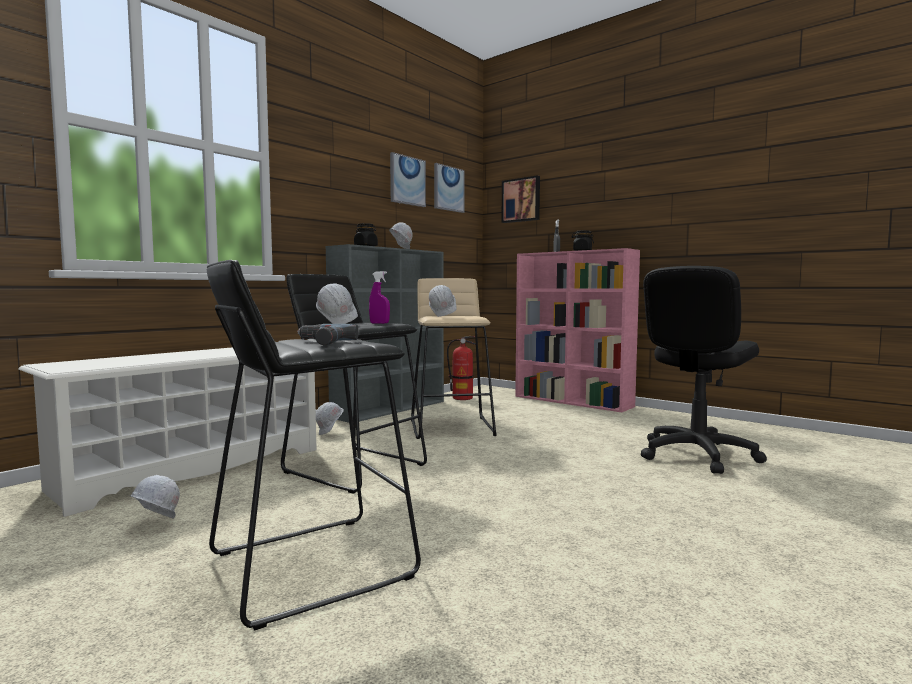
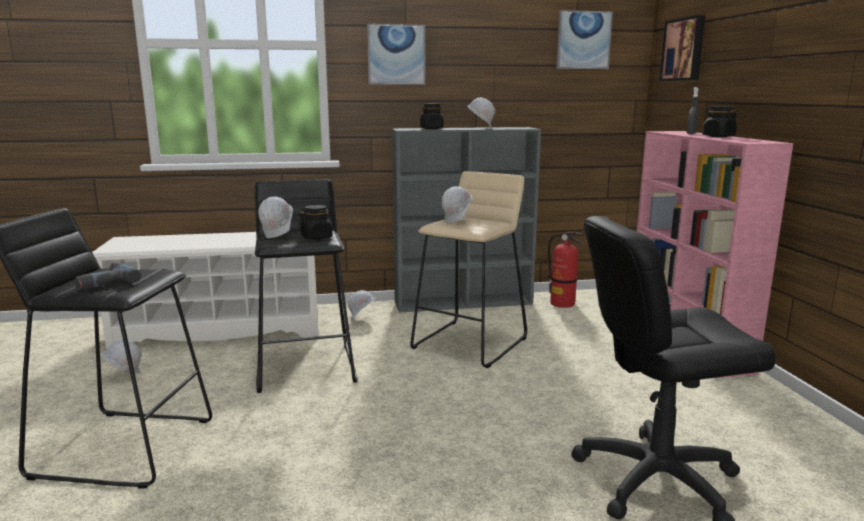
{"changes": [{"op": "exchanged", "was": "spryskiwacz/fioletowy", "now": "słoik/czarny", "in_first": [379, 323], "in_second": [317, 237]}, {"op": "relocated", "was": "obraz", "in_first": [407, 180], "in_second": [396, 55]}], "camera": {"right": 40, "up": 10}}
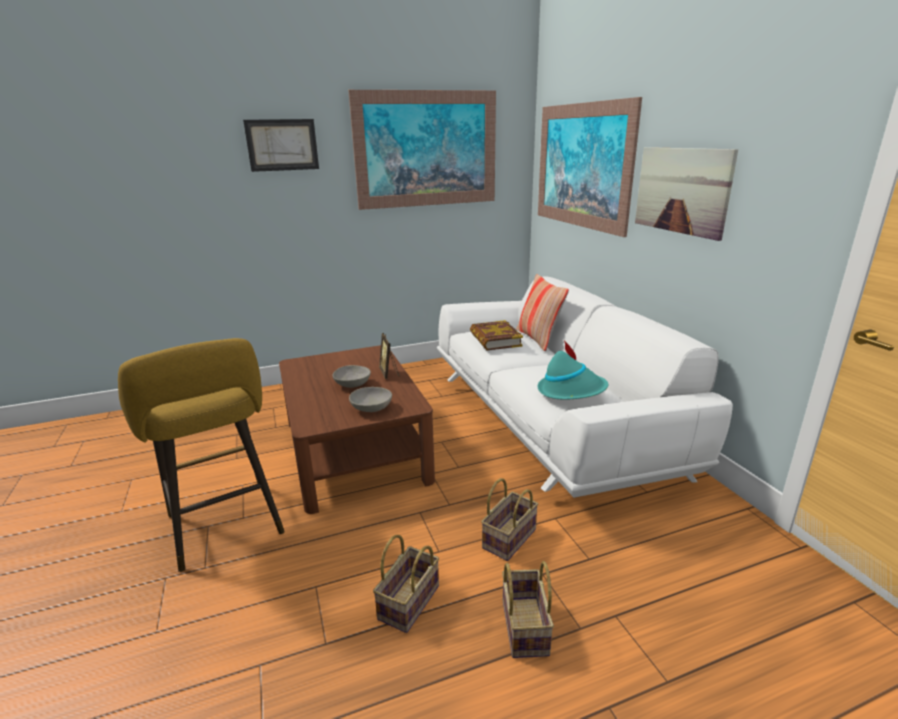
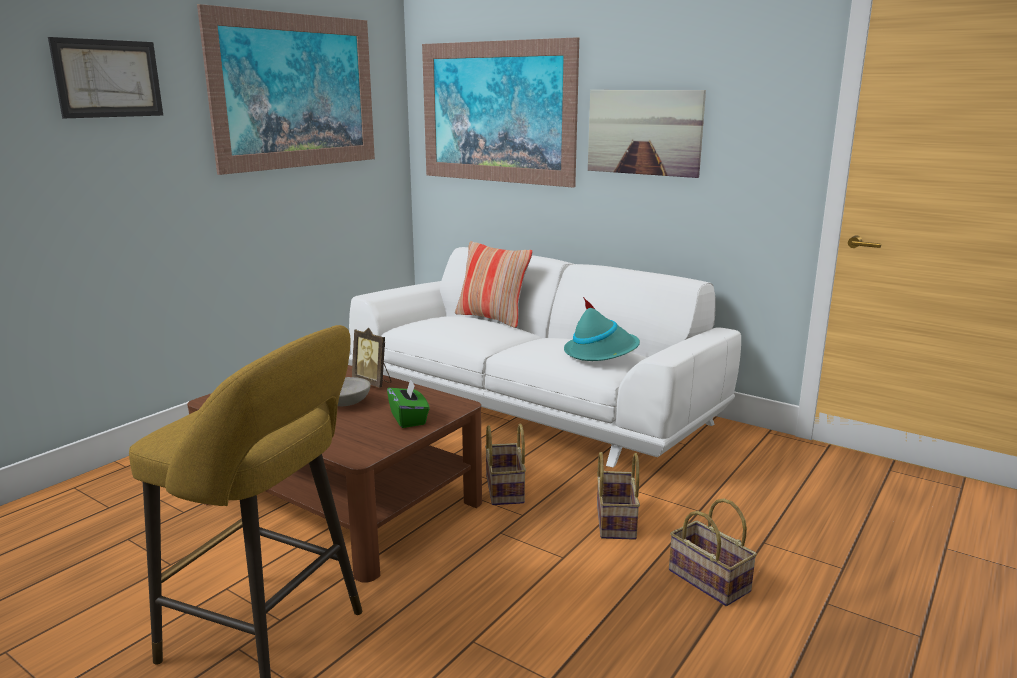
{"changes": [{"op": "exchanged", "was": "miska/szary", "now": "pudełko chusteczek/zielony", "in_first": [371, 408], "in_second": [409, 419]}, {"op": "relocated", "was": "koszyk", "in_first": [409, 604], "in_second": [506, 490]}, {"op": "missing", "was": "książka", "in_first": [495, 340]}], "camera": {"right": -35, "up": -5}}
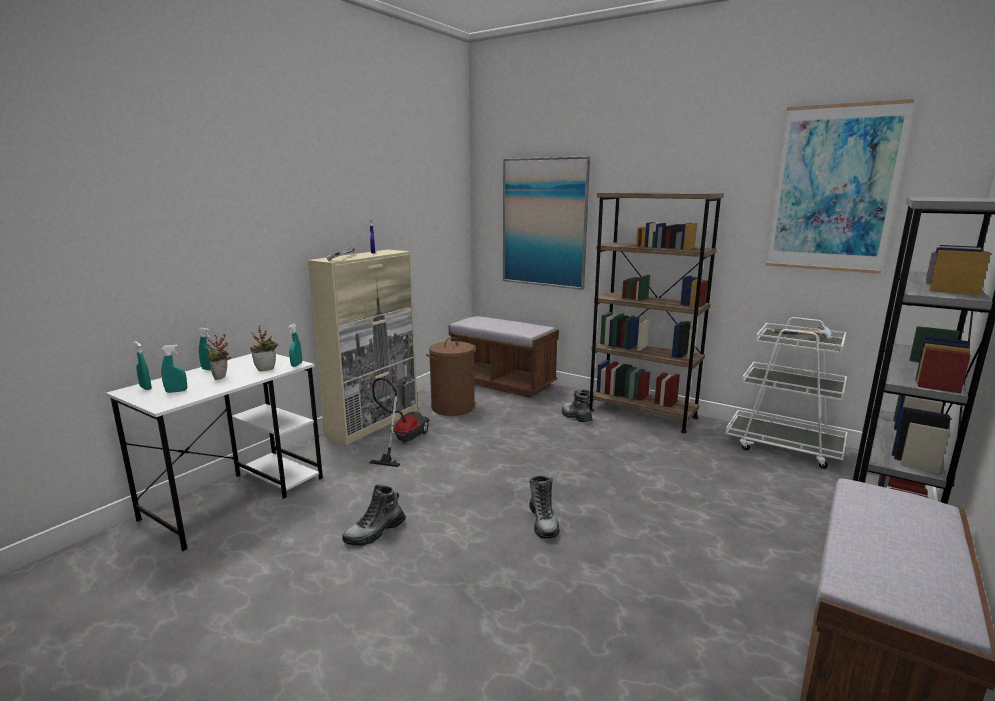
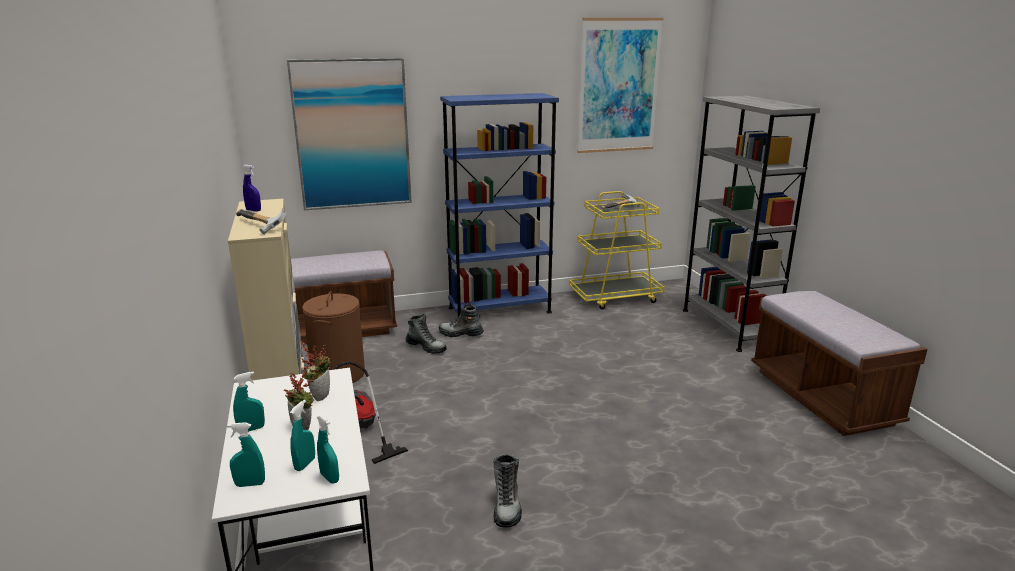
{"changes": [{"op": "relocated", "was": "spryskiwacz/turkusowy", "in_first": [296, 365], "in_second": [329, 478]}, {"op": "relocated", "was": "but z cholewką", "in_first": [543, 522], "in_second": [426, 347]}, {"op": "colour", "was": "regał/brązowy", "now": "regał/niebieski", "in_first": [642, 414], "in_second": [499, 310]}, {"op": "colour", "was": "wózek/biały", "now": "wózek/żółty", "in_first": [784, 447], "in_second": [615, 297]}], "camera": {"right": -50, "up": 5}}
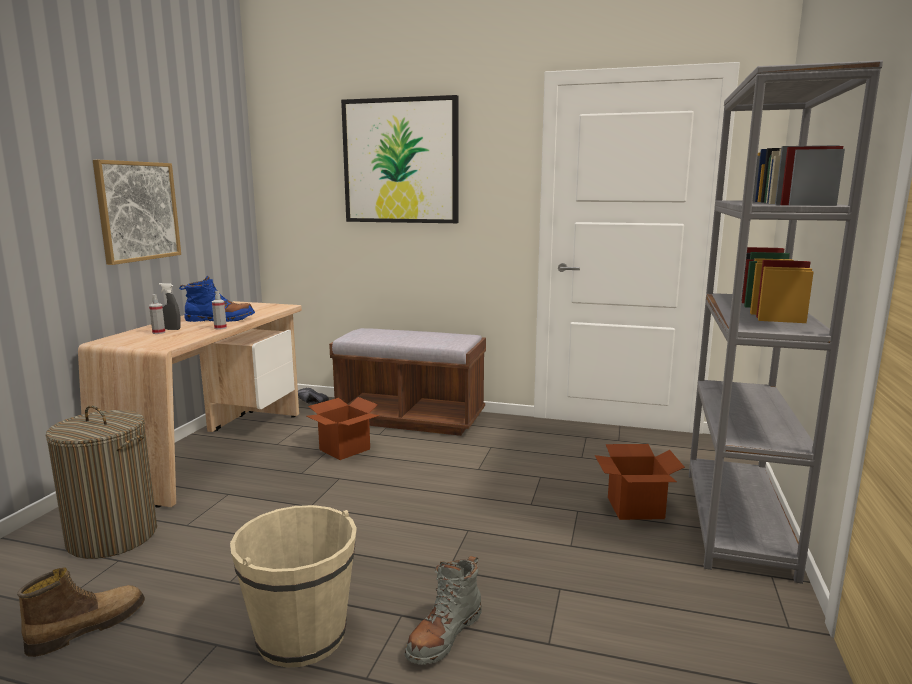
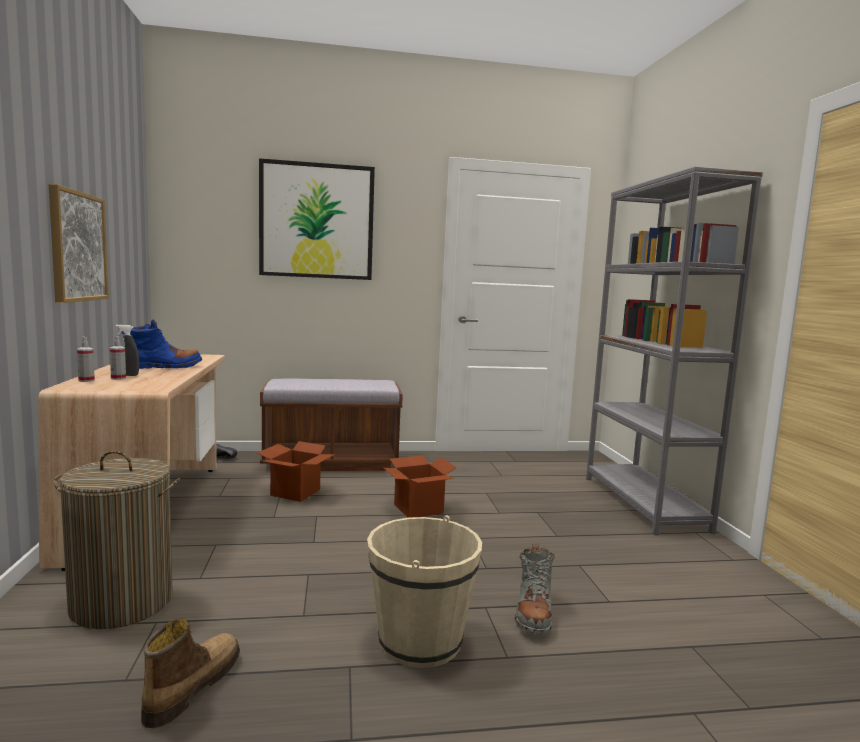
{"changes": [{"op": "relocated", "was": "spryskiwacz", "in_first": [220, 328], "in_second": [86, 380]}, {"op": "relocated", "was": "karton", "in_first": [635, 508], "in_second": [418, 509]}], "camera": {"right": -25, "up": -5}}
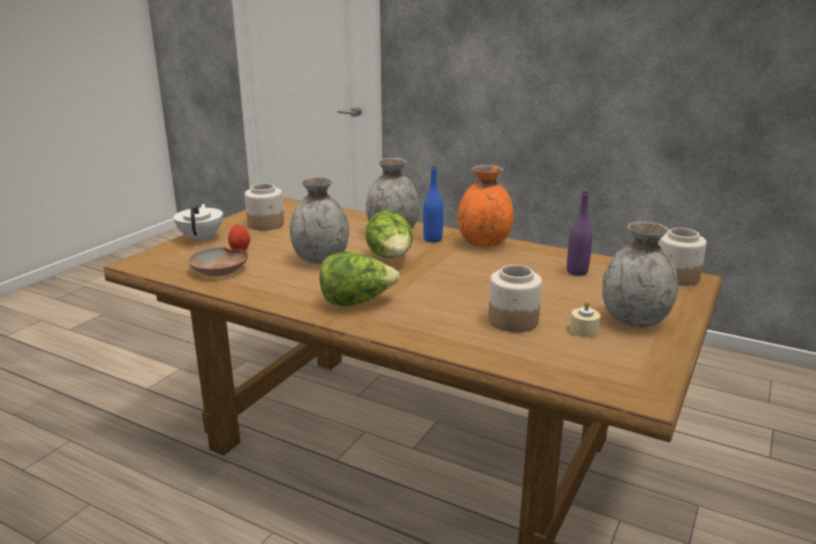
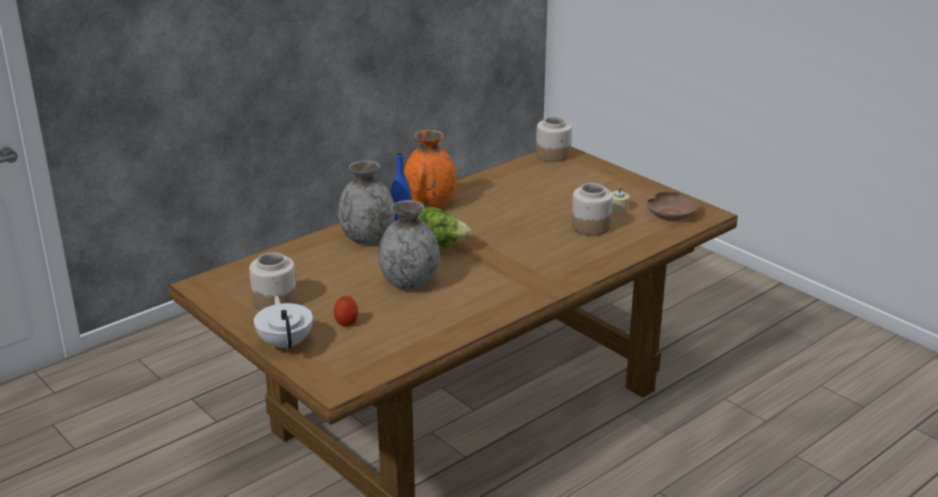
{"changes": [{"op": "spun", "was": "imbryk/biały", "in_first": [201, 238], "in_second": [286, 343], "clockwise": 60}, {"op": "relocated", "was": "miska/brązowy", "in_first": [220, 270], "in_second": [672, 213]}, {"op": "missing", "was": "sałata", "in_first": [357, 302]}, {"op": "missing", "was": "butelka/fioletowy", "in_first": [577, 272]}, {"op": "missing", "was": "wazon/szary", "in_first": [635, 320]}], "camera": {"right": -70, "up": 5}}
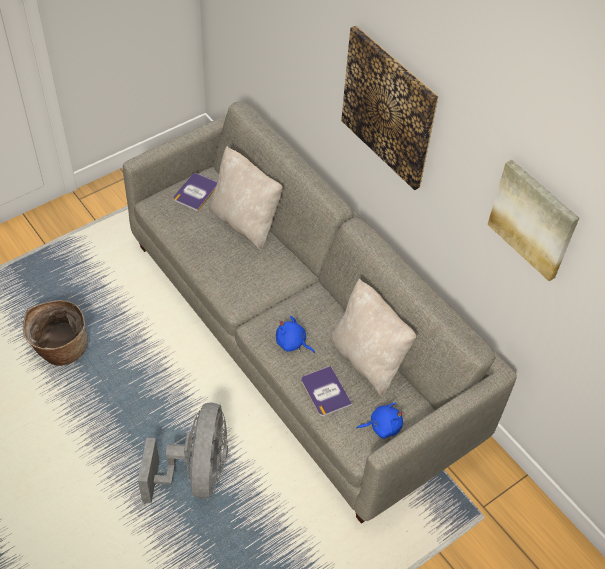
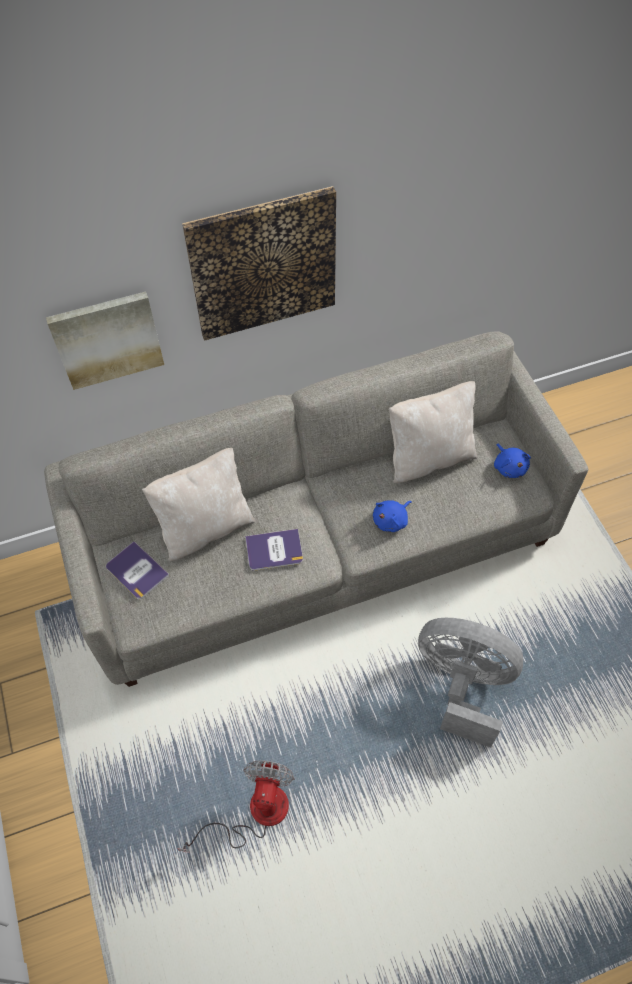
{"changes": [{"op": "exchanged", "was": "koszyk", "now": "wentylator", "in_first": [60, 349], "in_second": [255, 813]}, {"op": "relocated", "was": "książka", "in_first": [325, 391], "in_second": [274, 550]}, {"op": "spun", "was": "pluszak/niebieski", "in_first": [382, 426], "in_second": [509, 467], "clockwise": 150}, {"op": "relocated", "was": "obraz", "in_first": [533, 219], "in_second": [107, 339]}], "camera": {"right": -70, "up": 5}}
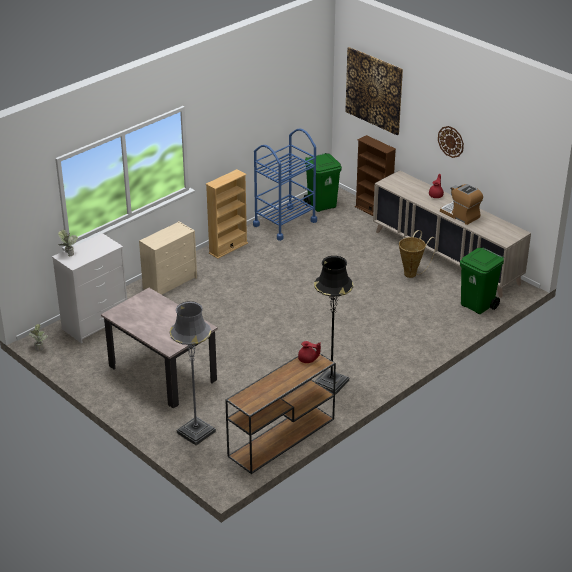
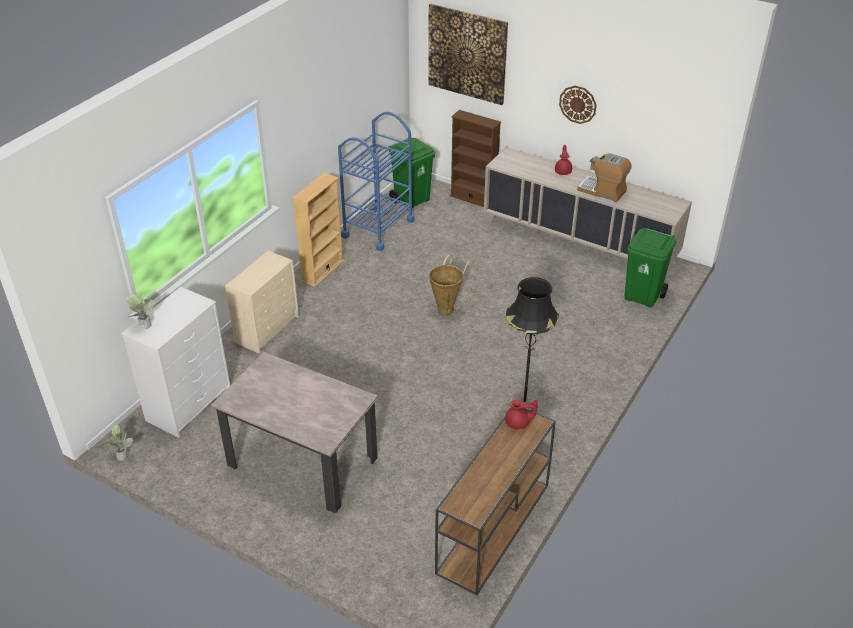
{"changes": [{"op": "missing", "was": "lampa stojąca/szary", "in_first": [196, 432]}, {"op": "relocated", "was": "koszyk", "in_first": [412, 273], "in_second": [447, 308]}], "camera": {"right": -15, "up": 5}}
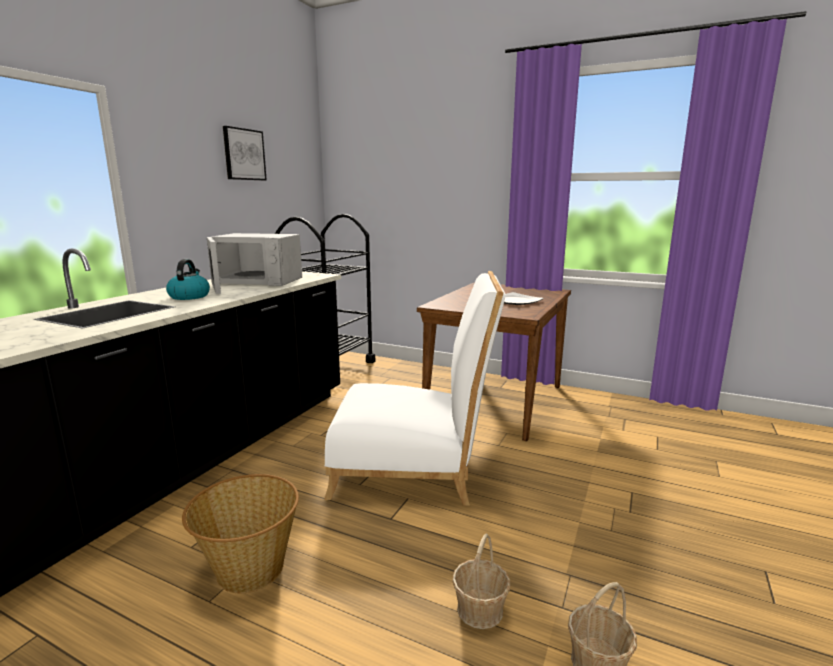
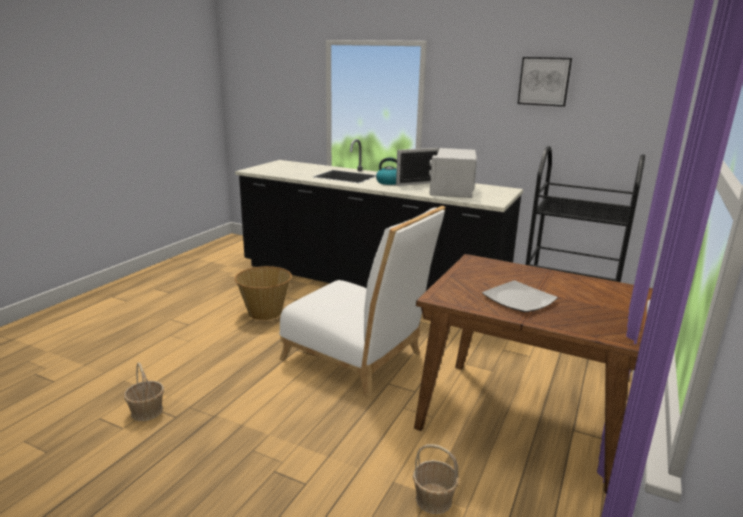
{"changes": [{"op": "spun", "was": "krzesło/biały", "in_first": [414, 469], "in_second": [358, 359], "clockwise": -60}, {"op": "relocated", "was": "koszyk", "in_first": [480, 609], "in_second": [434, 499]}], "camera": {"right": 90, "up": 5}}
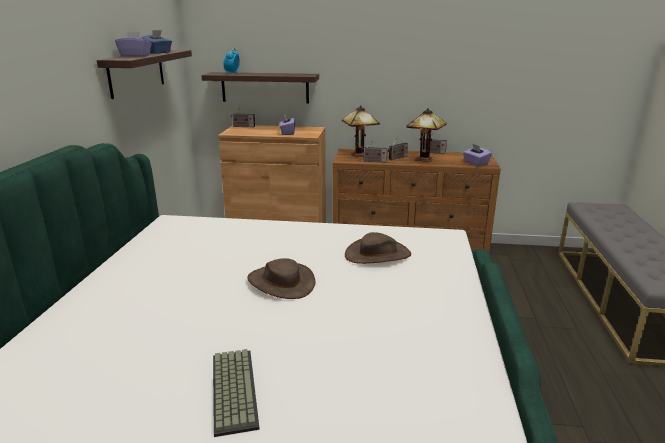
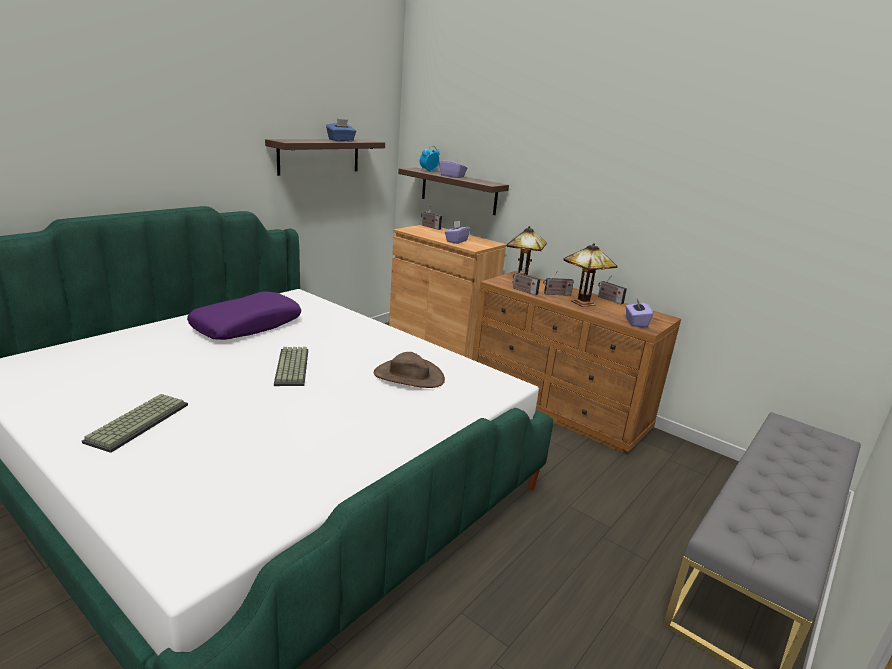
{"changes": [{"op": "relocated", "was": "pudełko chusteczek/fioletowy", "in_first": [135, 56], "in_second": [452, 176]}, {"op": "exchanged", "was": "kapelusz/brązowy", "now": "klawiatura", "in_first": [281, 282], "in_second": [293, 367]}, {"op": "appeared", "now": "poduszka/fioletowy", "in_second": [247, 326]}], "camera": {"right": 30, "up": 0}}
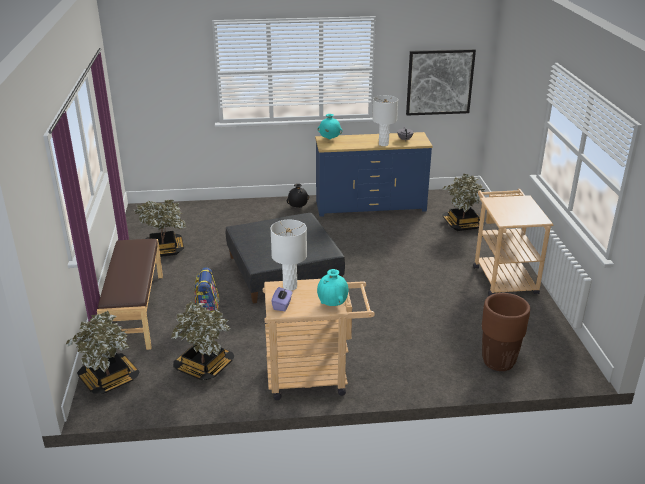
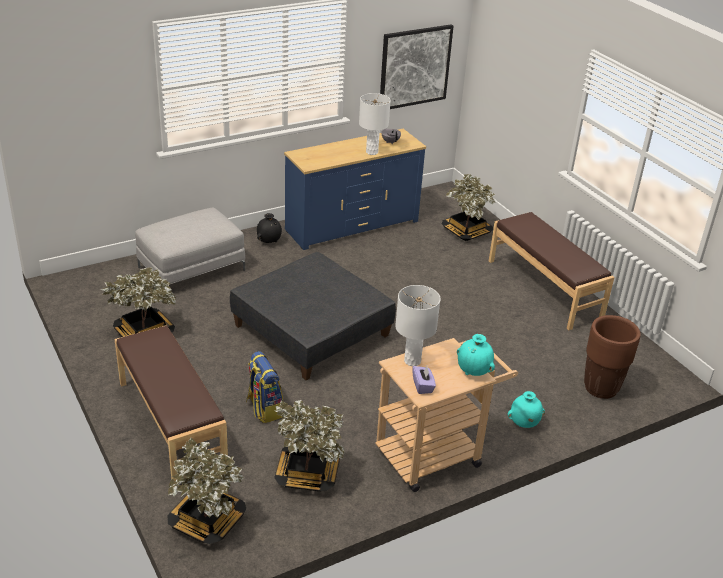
{"changes": [{"op": "relocated", "was": "wazon/turkusowy", "in_first": [329, 139], "in_second": [523, 424]}, {"op": "exchanged", "was": "wózek/beżowy", "now": "ławka/brązowy", "in_first": [502, 276], "in_second": [544, 288]}, {"op": "appeared", "now": "pufa/szary", "in_second": [191, 268]}], "camera": {"right": -25, "up": 5}}
